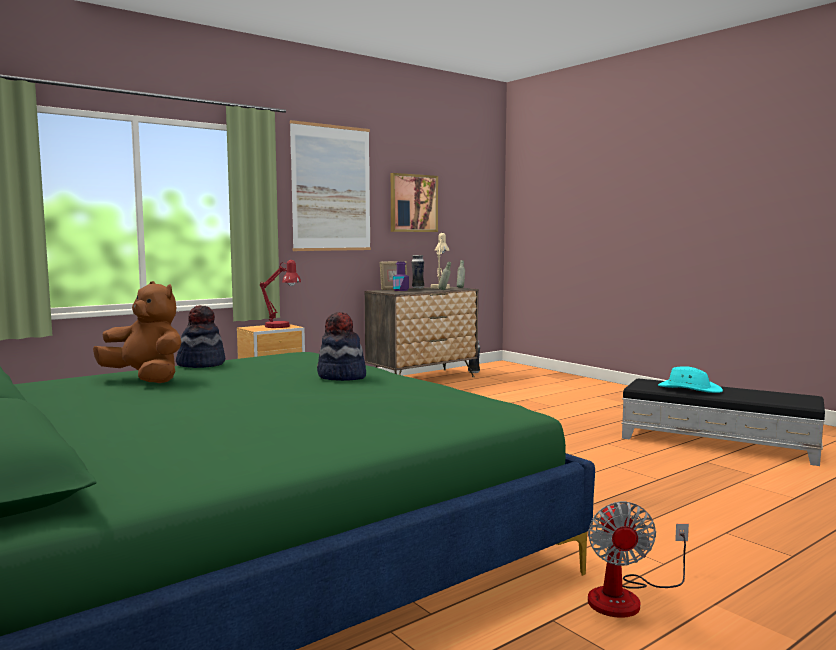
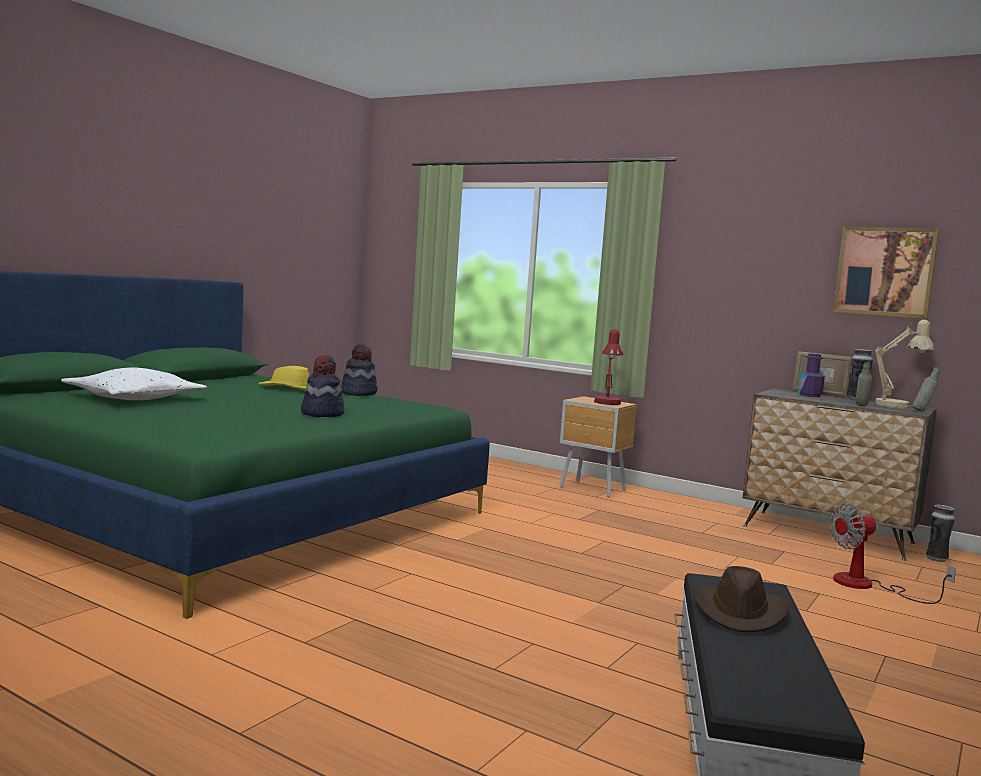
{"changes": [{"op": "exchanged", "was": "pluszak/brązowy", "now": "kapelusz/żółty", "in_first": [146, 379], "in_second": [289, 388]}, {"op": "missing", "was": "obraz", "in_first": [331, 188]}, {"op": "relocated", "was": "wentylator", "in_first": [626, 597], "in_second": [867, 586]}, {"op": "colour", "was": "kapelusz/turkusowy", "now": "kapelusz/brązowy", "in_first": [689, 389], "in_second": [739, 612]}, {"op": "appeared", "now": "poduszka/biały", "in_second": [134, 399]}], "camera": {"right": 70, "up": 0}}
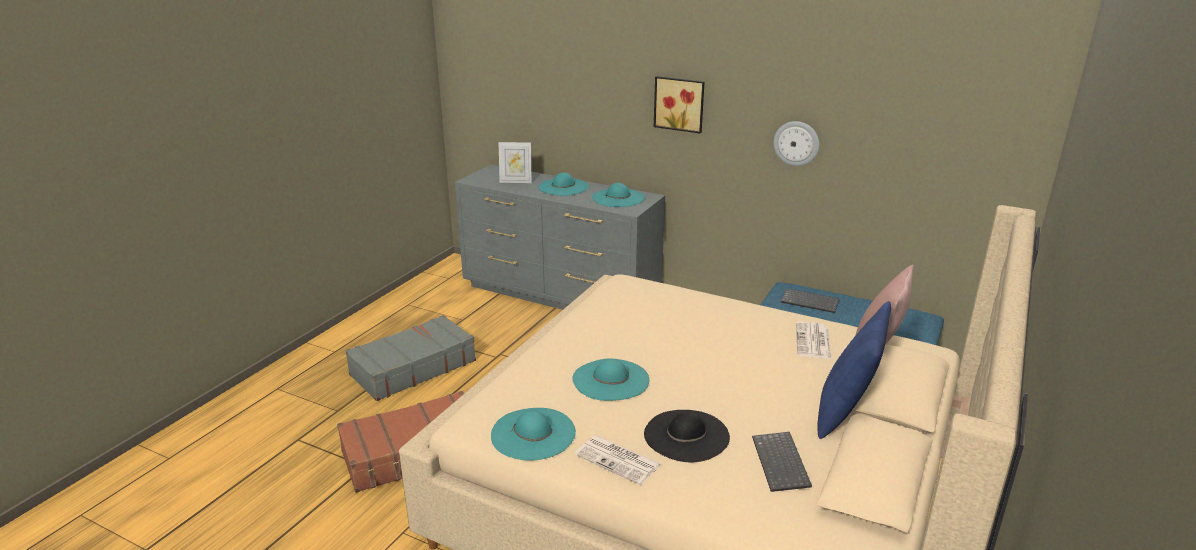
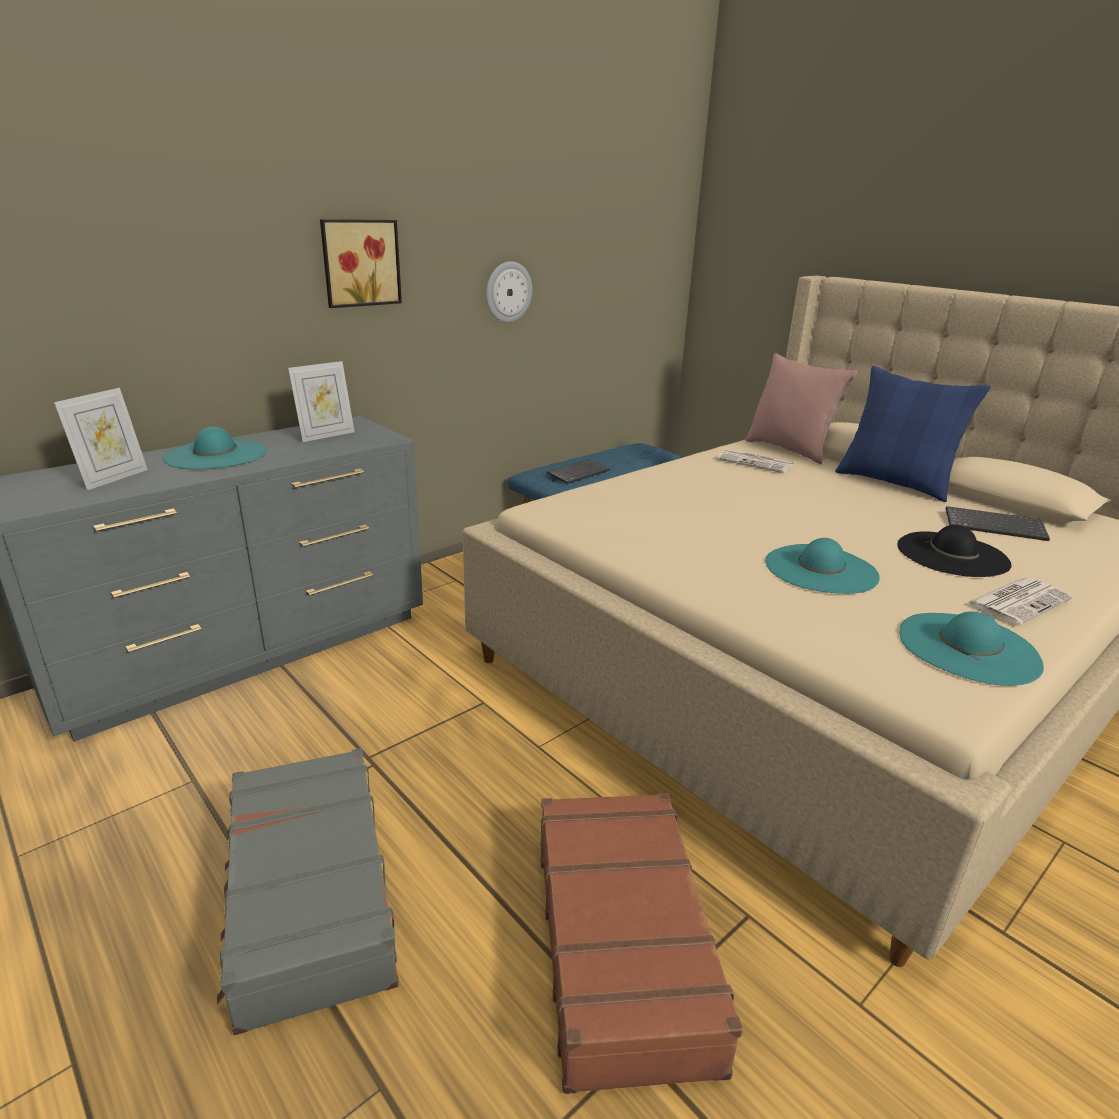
{"changes": [{"op": "exchanged", "was": "kapelusz/turkusowy", "now": "ramka na zdjęcie", "in_first": [618, 197], "in_second": [326, 435]}], "camera": {"right": -70, "up": 0}}
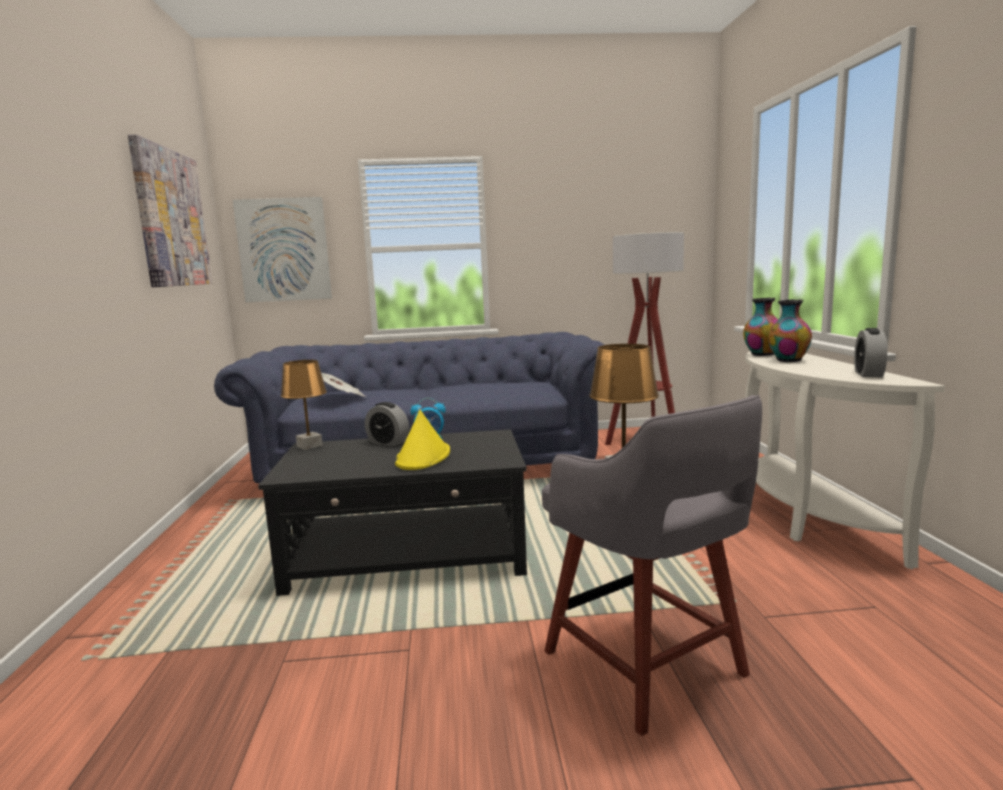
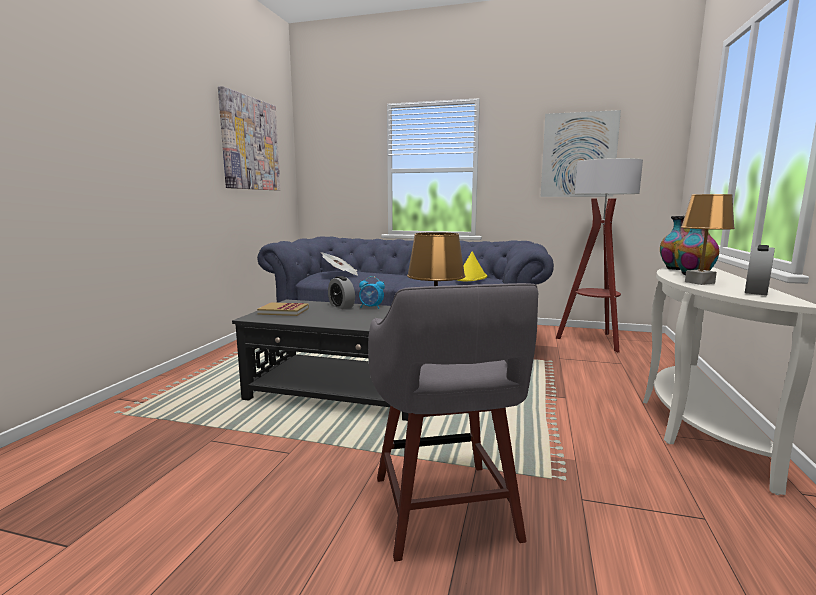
{"changes": [{"op": "relocated", "was": "obraz", "in_first": [283, 250], "in_second": [578, 155]}, {"op": "relocated", "was": "lampa stołowa/brązowy", "in_first": [310, 446], "in_second": [699, 282]}, {"op": "relocated", "was": "kapelusz/żółty", "in_first": [423, 457], "in_second": [471, 278]}, {"op": "appeared", "now": "książka", "in_second": [283, 311]}], "camera": {"right": 20, "up": 0}}
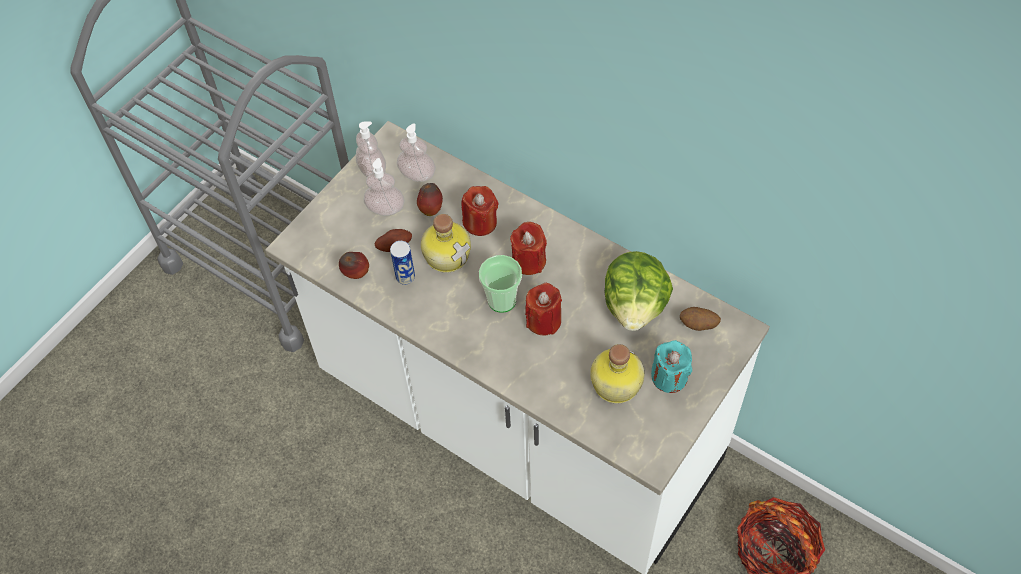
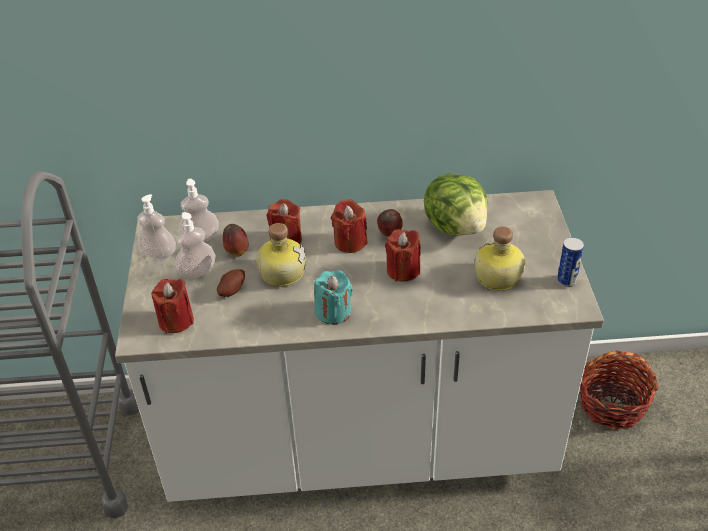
{"changes": [{"op": "relocated", "was": "jabłko", "in_first": [356, 274], "in_second": [389, 235]}, {"op": "relocated", "was": "puszka", "in_first": [405, 277], "in_second": [566, 281]}, {"op": "missing", "was": "filiżanka", "in_first": [502, 300]}, {"op": "relocated", "was": "świeca/turkusowy", "in_first": [669, 377], "in_second": [333, 312]}, {"op": "missing", "was": "ziemniak", "in_first": [698, 325]}, {"op": "appeared", "now": "świeca/czerwony", "in_second": [176, 321]}], "camera": {"right": -40, "up": -15}}
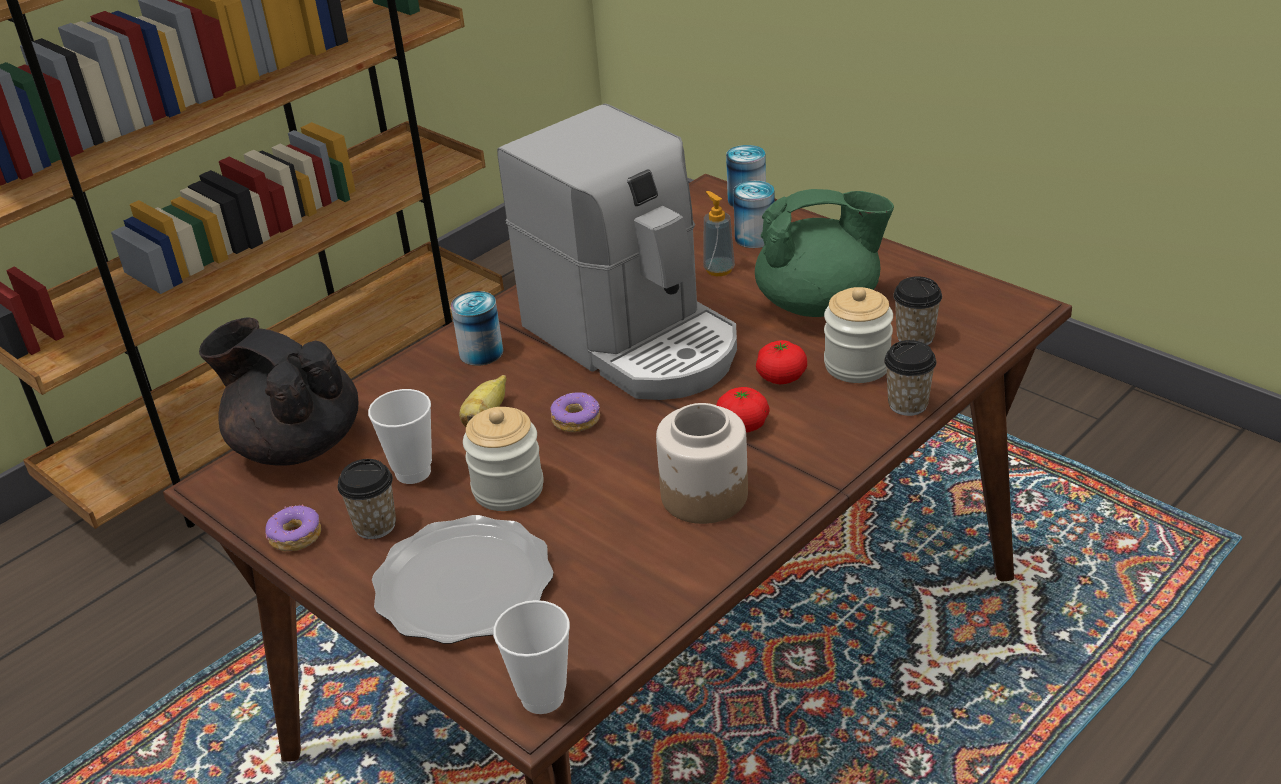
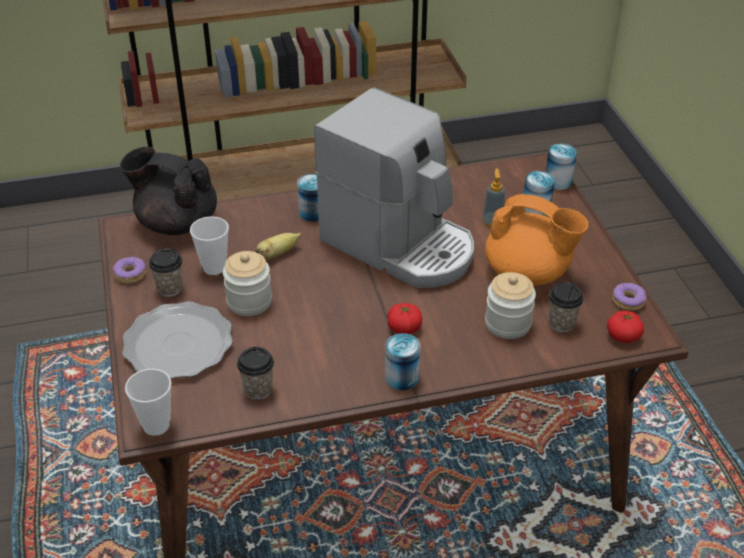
{"changes": [{"op": "spun", "was": "imbryk/czarny", "in_first": [296, 444], "in_second": [176, 222], "clockwise": -45}, {"op": "spun", "was": "ekspres do kawy", "in_first": [635, 340], "in_second": [400, 245], "clockwise": -45}, {"op": "relocated", "was": "donut", "in_first": [576, 419], "in_second": [628, 301]}, {"op": "missing", "was": "słoik", "in_first": [705, 495]}, {"op": "colour", "was": "imbryk/zielony", "now": "imbryk/pomarańczowy", "in_first": [820, 304], "in_second": [528, 273]}, {"op": "relocated", "was": "pomidor", "in_first": [781, 377], "in_second": [623, 336]}, {"op": "relocated", "was": "filiżanka", "in_first": [908, 404], "in_second": [258, 389]}, {"op": "appeared", "now": "puszka", "in_second": [402, 378]}], "camera": {"right": 30, "up": 5}}
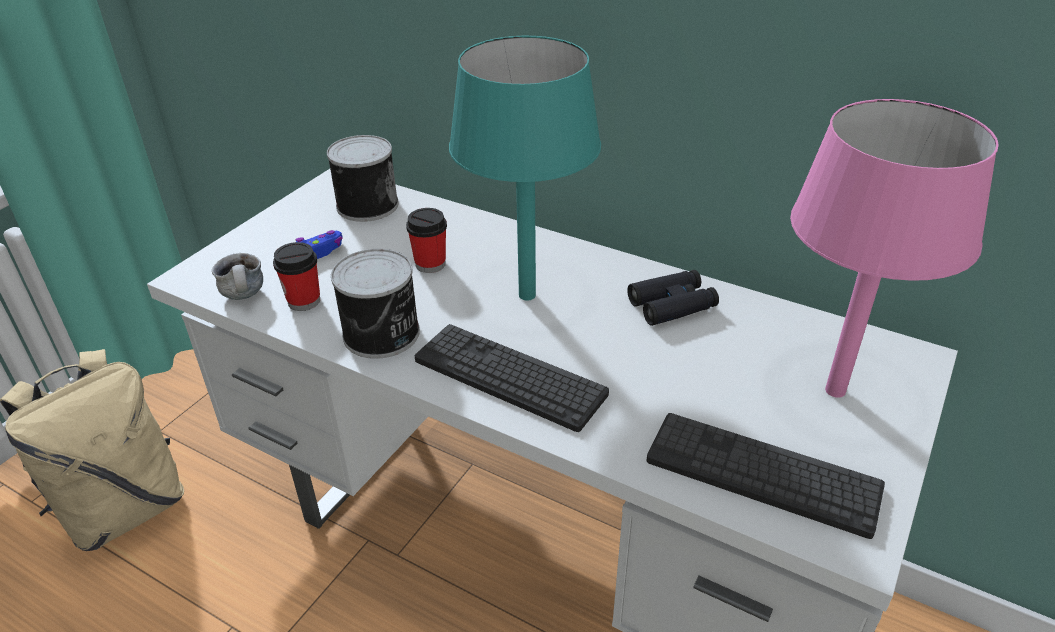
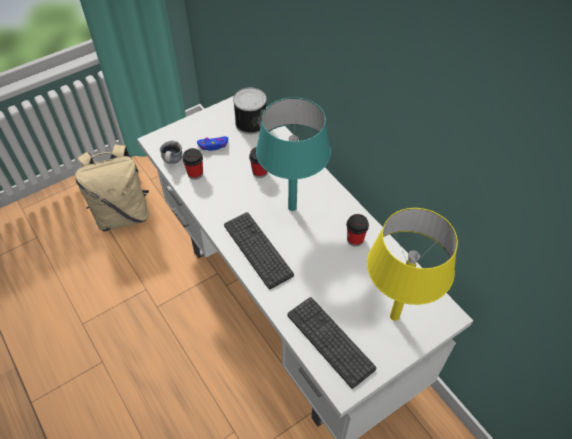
{"changes": [{"op": "missing", "was": "puszka", "in_first": [383, 334]}, {"op": "exchanged", "was": "lornetka/czarny", "now": "filiżanka", "in_first": [672, 305], "in_second": [355, 239]}, {"op": "colour", "was": "lampa stołowa/różowy", "now": "lampa stołowa/żółty", "in_first": [835, 390], "in_second": [394, 316]}], "camera": {"right": 25, "up": 15}}
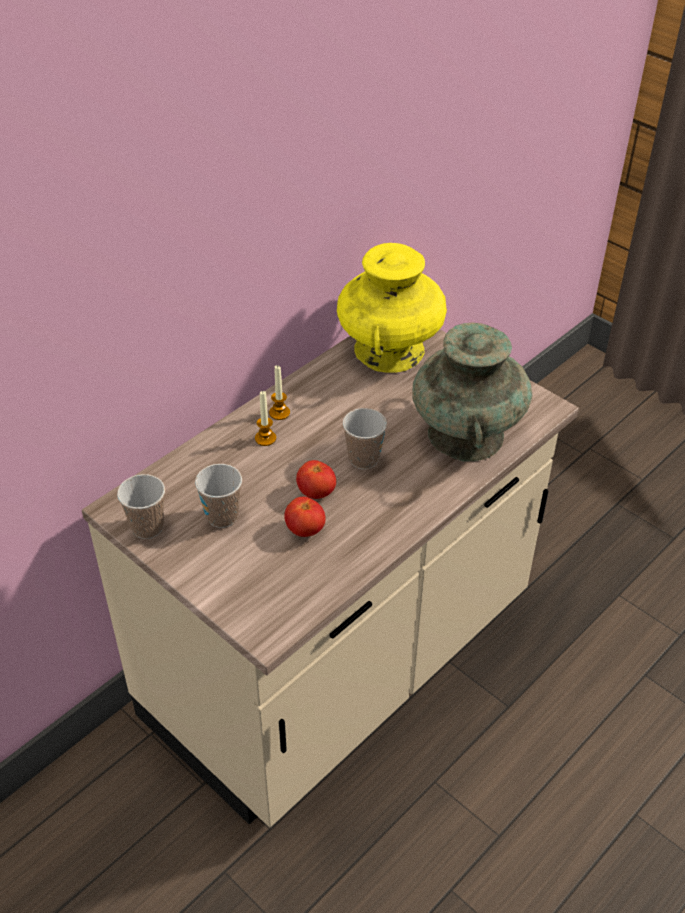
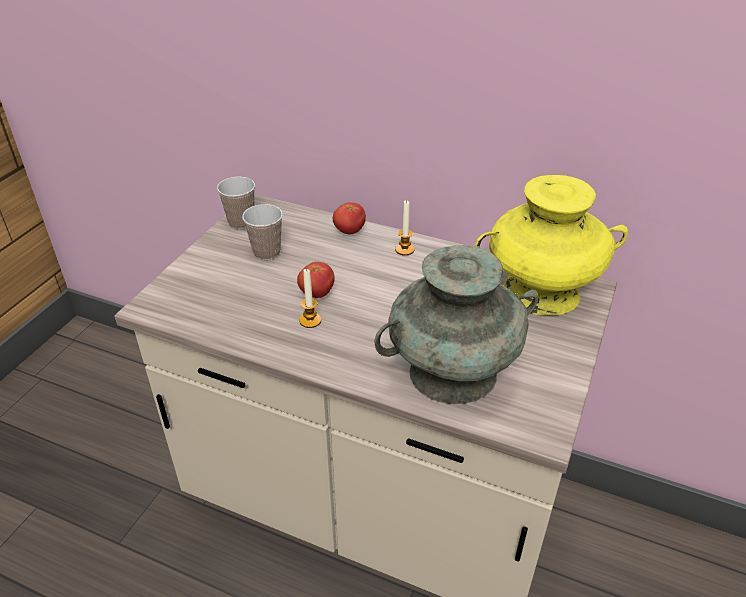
{"changes": [{"op": "relocated", "was": "świeca", "in_first": [265, 438], "in_second": [310, 320]}, {"op": "relocated", "was": "pomidor", "in_first": [305, 530], "in_second": [349, 231]}, {"op": "missing", "was": "filiżanka", "in_first": [363, 459]}], "camera": {"right": 70, "up": -5}}
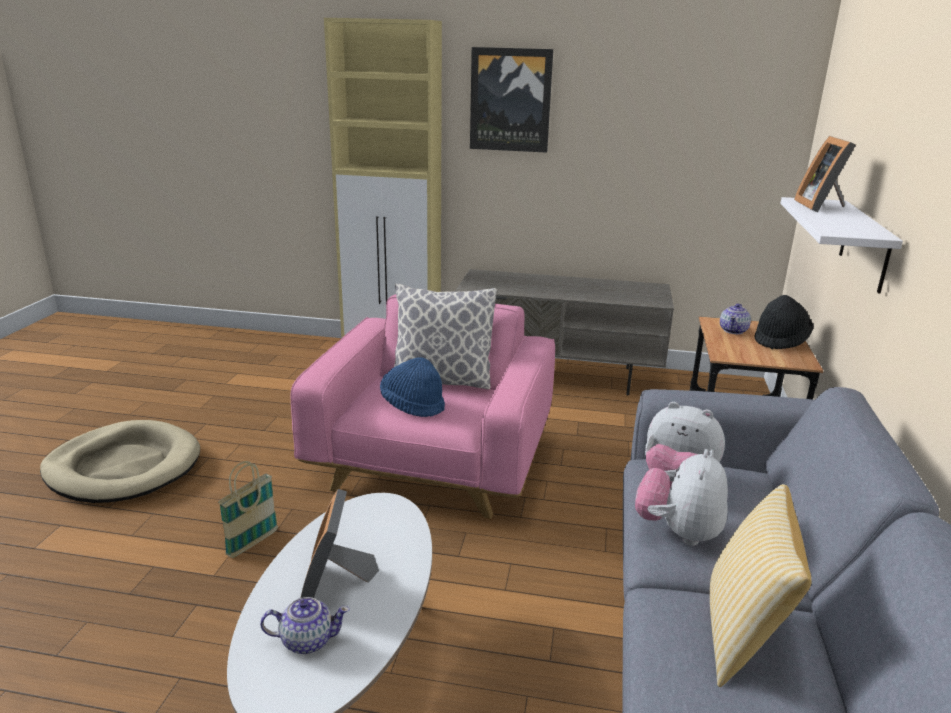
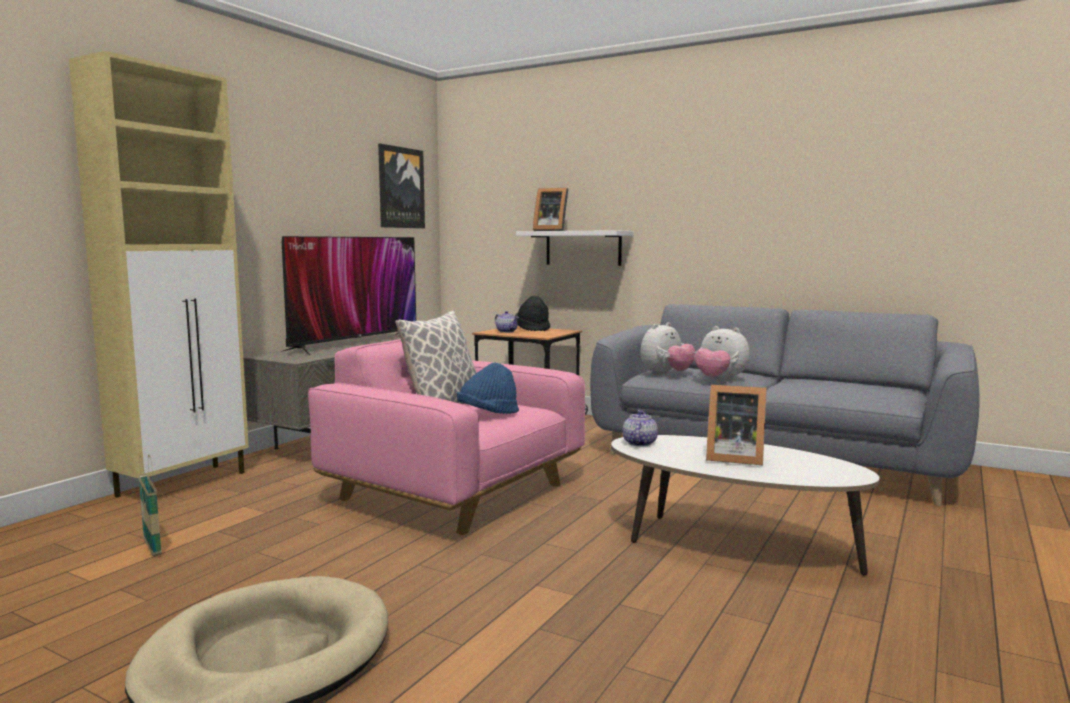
{"changes": [{"op": "relocated", "was": "koszyk", "in_first": [252, 543], "in_second": [152, 547]}, {"op": "relocated", "was": "imbryk", "in_first": [306, 640], "in_second": [639, 443]}, {"op": "relocated", "was": "obraz", "in_first": [510, 100], "in_second": [400, 188]}, {"op": "missing", "was": "poduszka", "in_first": [743, 635]}, {"op": "appeared", "now": "telewizor", "in_second": [355, 343]}], "camera": {"right": -70, "up": -15}}
